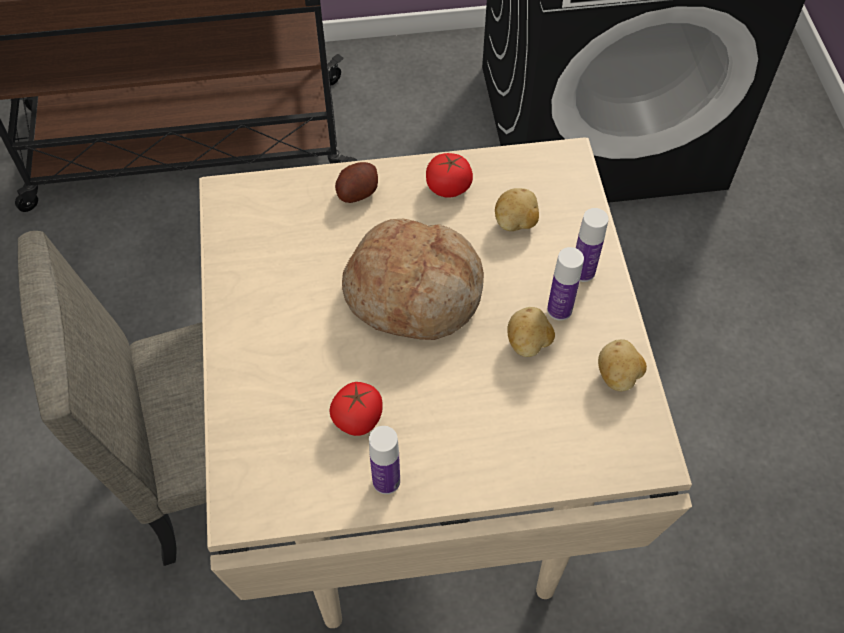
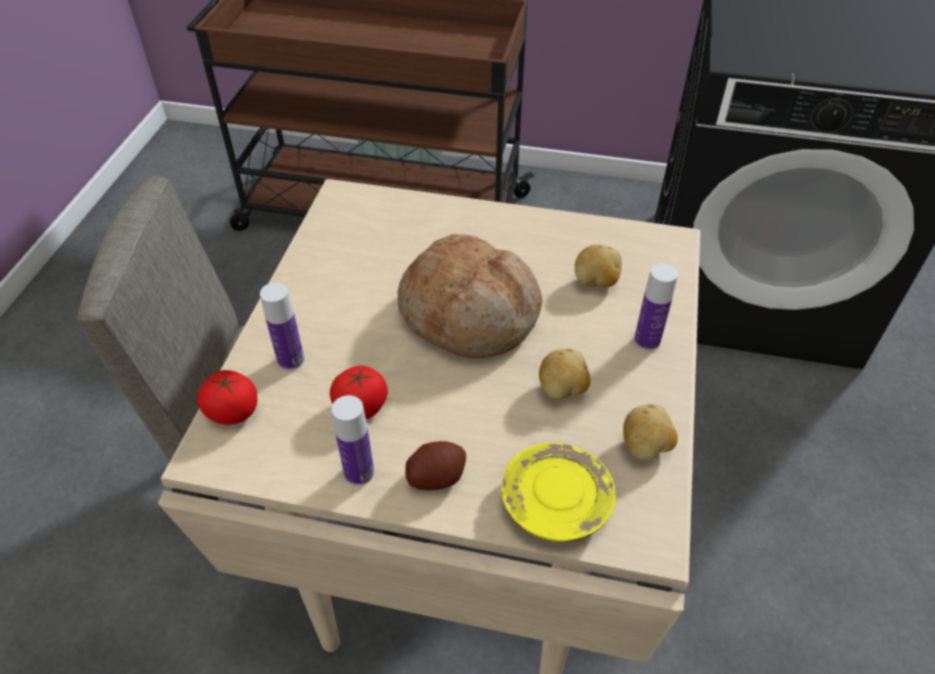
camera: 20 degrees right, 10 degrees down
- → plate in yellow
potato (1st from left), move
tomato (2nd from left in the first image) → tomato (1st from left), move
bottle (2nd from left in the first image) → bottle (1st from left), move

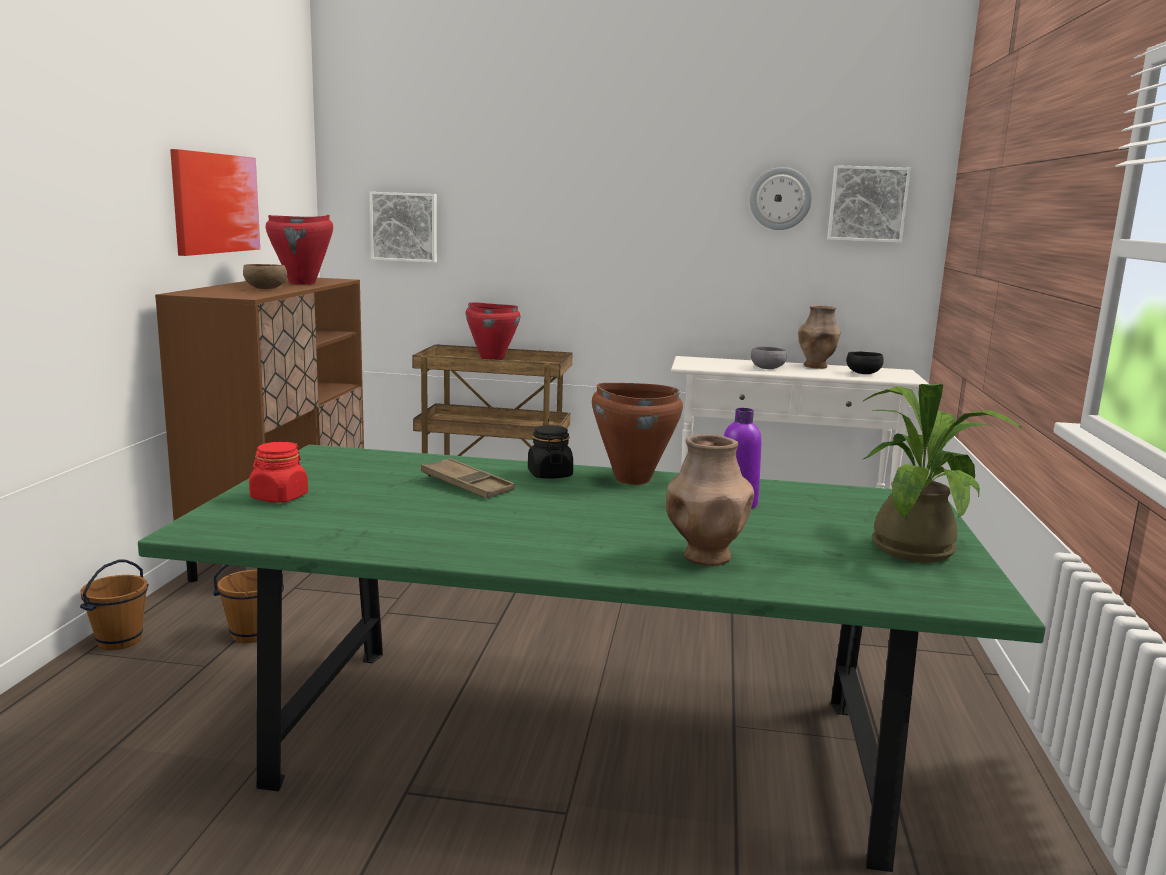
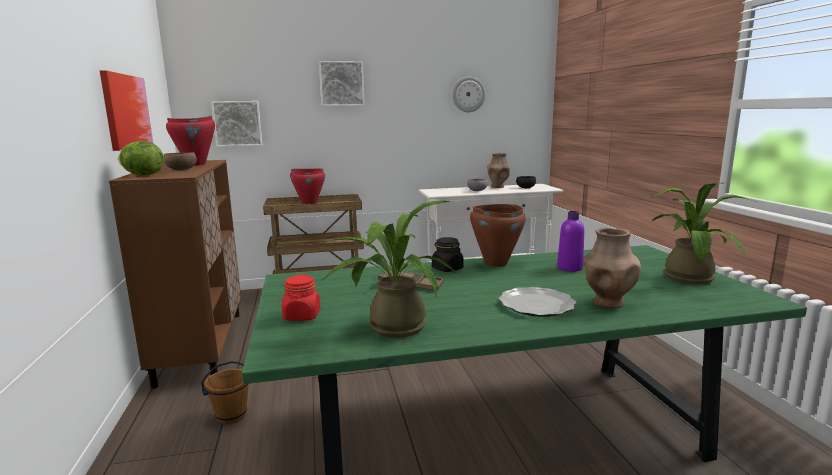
camera: 20 degrees left, 0 degrees up
bucket in brown (1st from left) → -
- → lettuce
- → potted plant (1st from left)
- → plate
picture (3rd from left), move

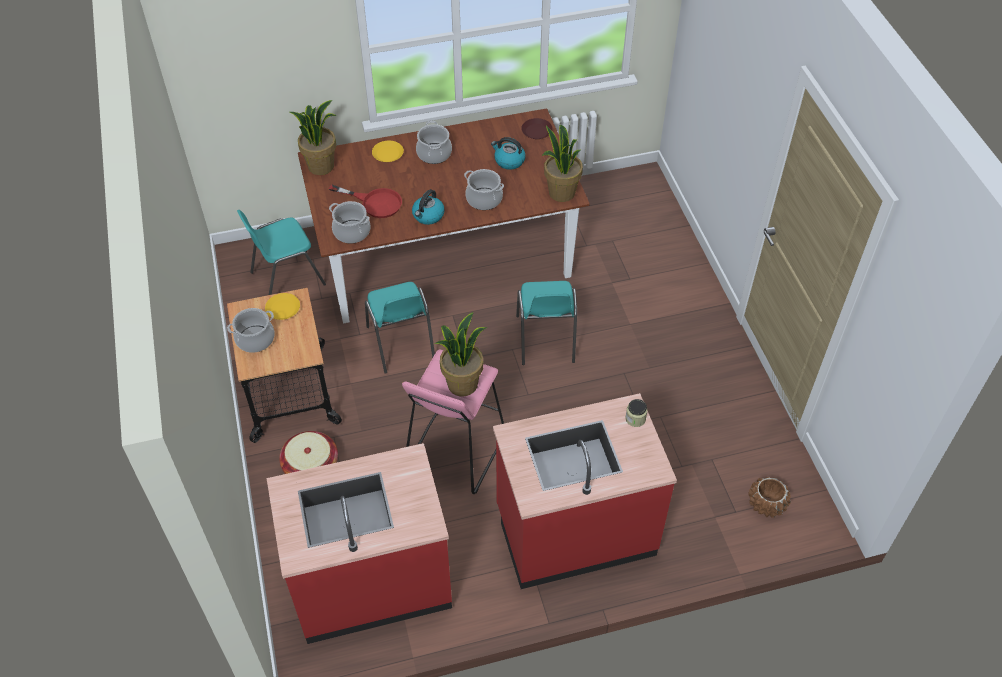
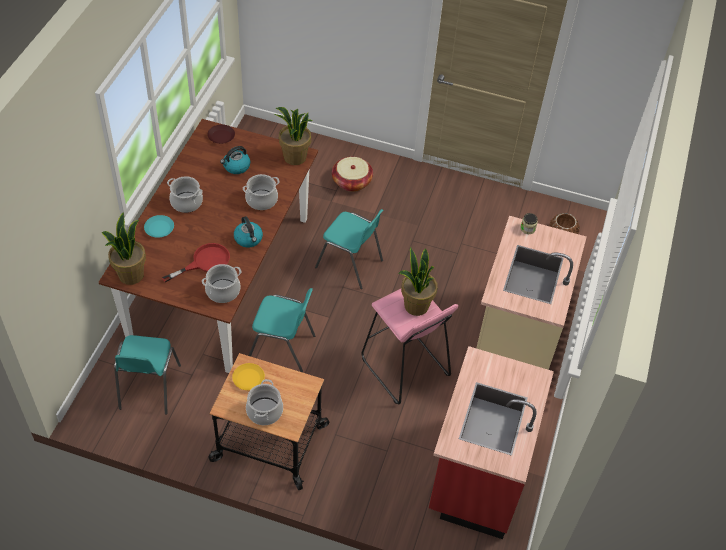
camera: 60 degrees left, 0 degrees up
basket, move
plate in yellow (2nd from left) → plate in turquoise
counter in red (2nd from left) → counter in beige

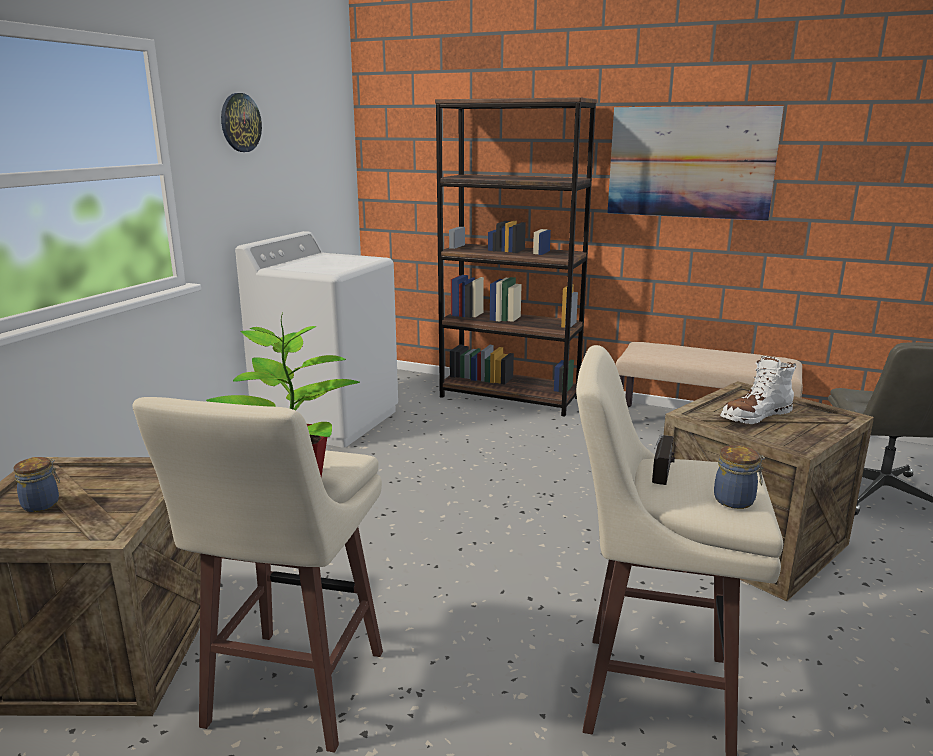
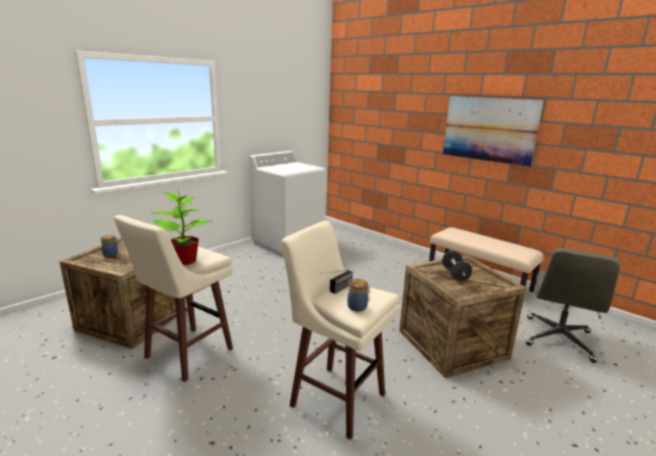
camera: 20 degrees right, 0 degrees up
wall clock → -
bookcase in brown → -
boot in white → dumbbell in black

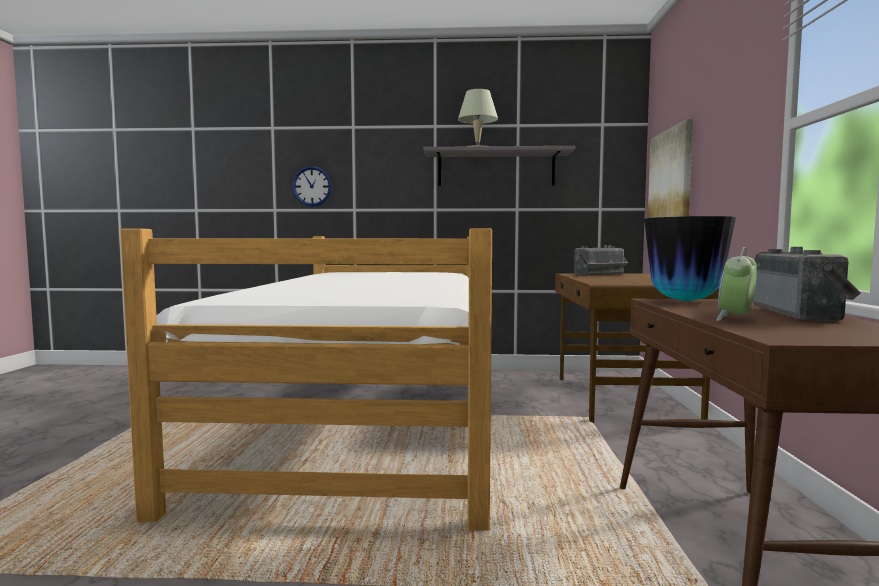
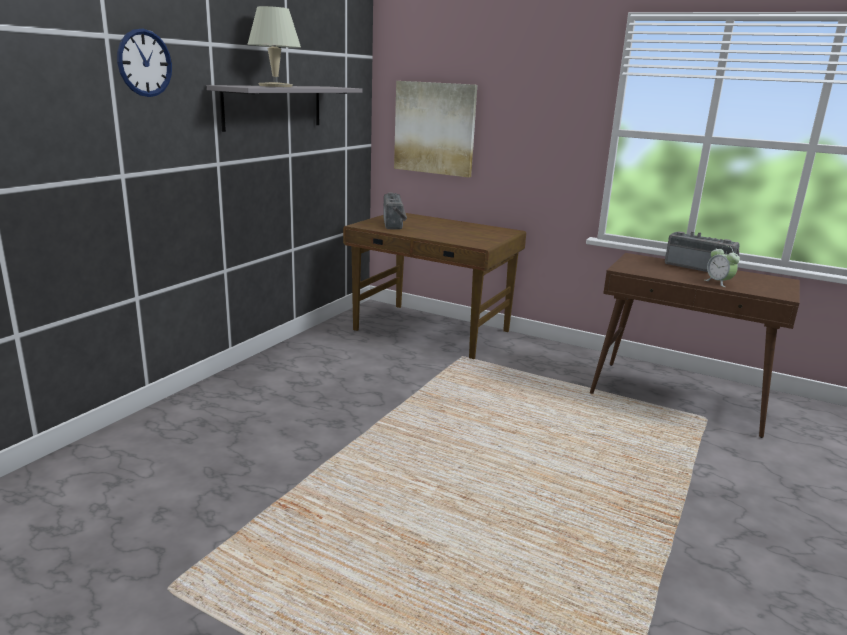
camera: 65 degrees left, 15 degrees up
bed → -
vase → -
wall clock, move

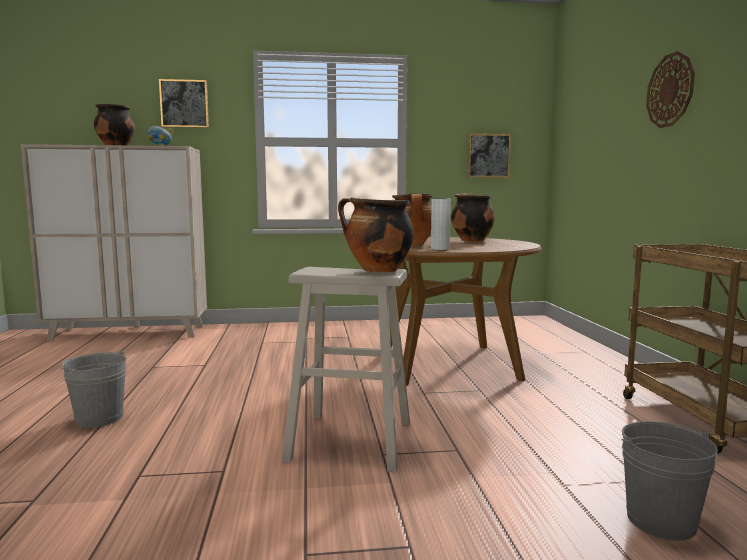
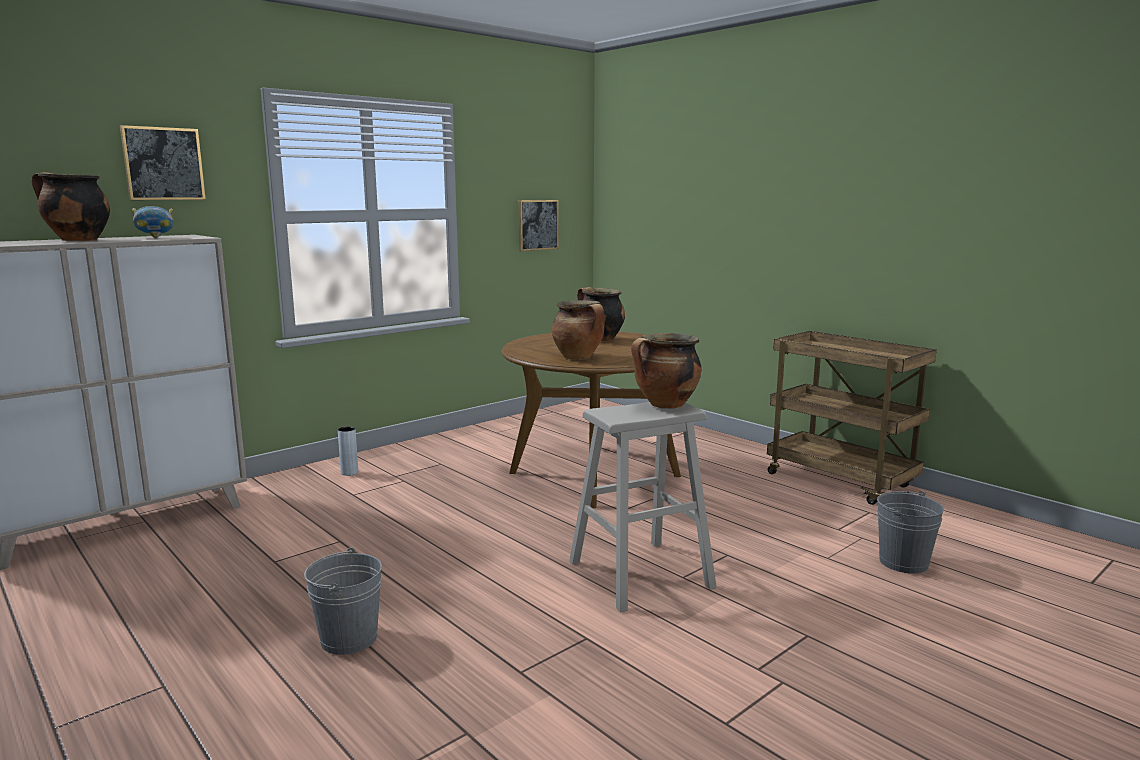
camera: 35 degrees left, 5 degrees up
wall clock → -
vase in grey, move

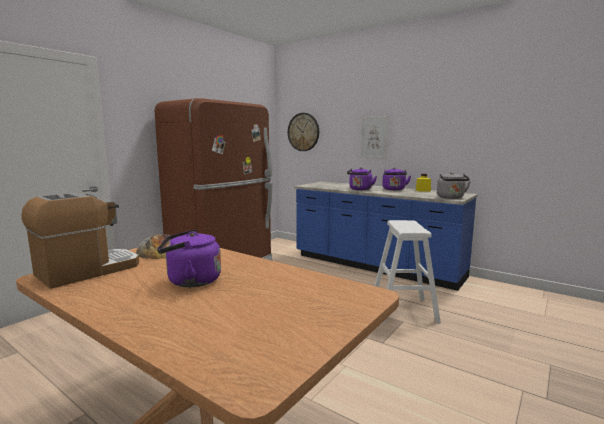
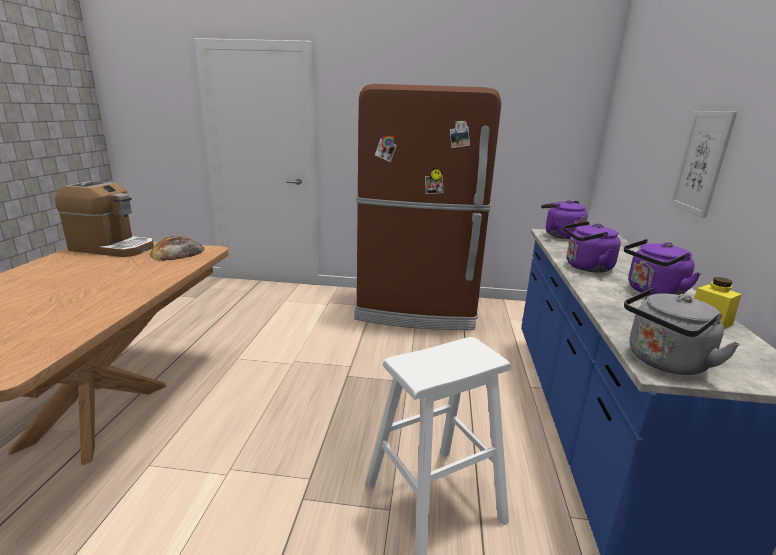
camera: 60 degrees right, 10 degrees up
wall clock → -
kettle in purple (1st from left), move

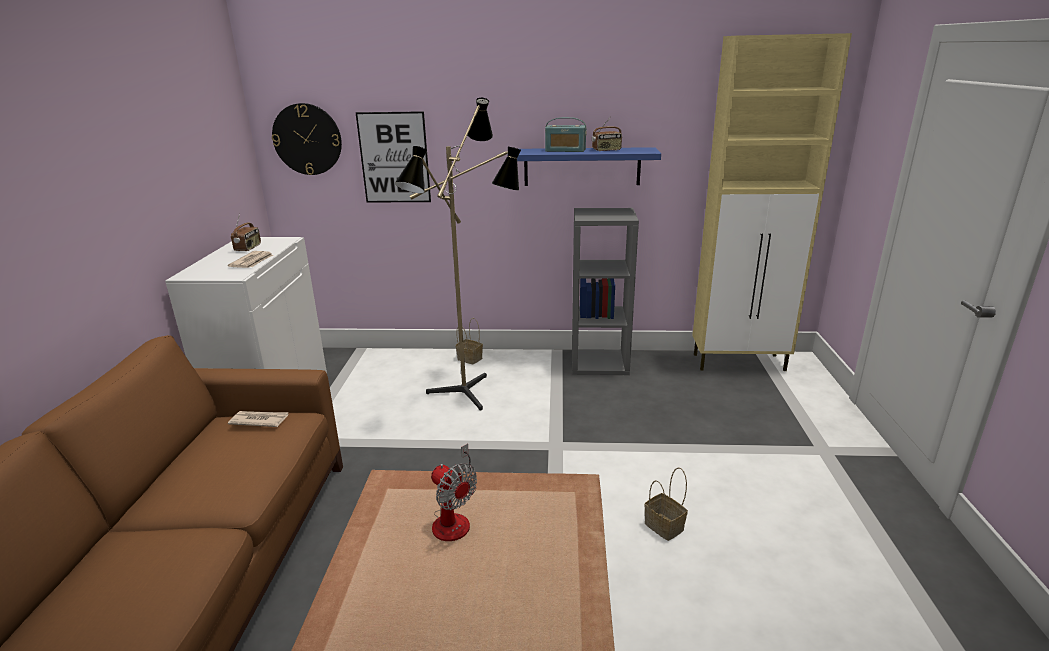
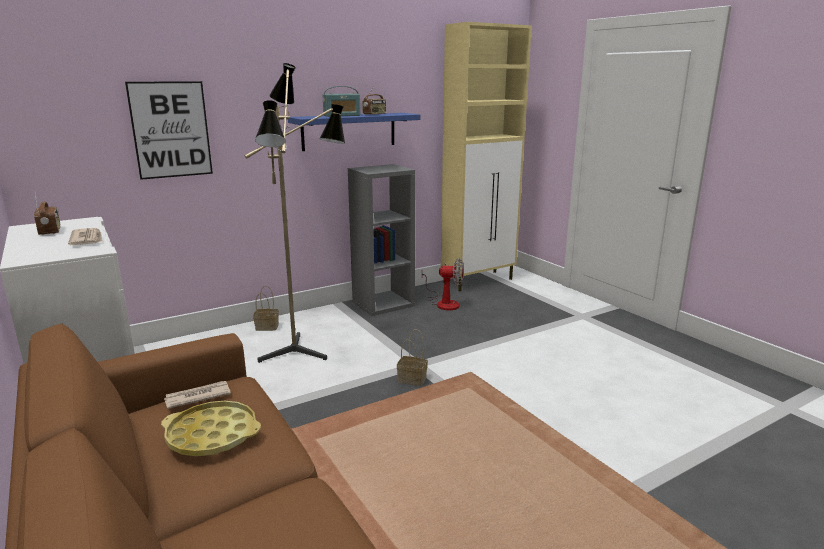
camera: 35 degrees left, 5 degrees down
wall clock → -
- → tray in yellow
fan, move
basket (2nd from left), move

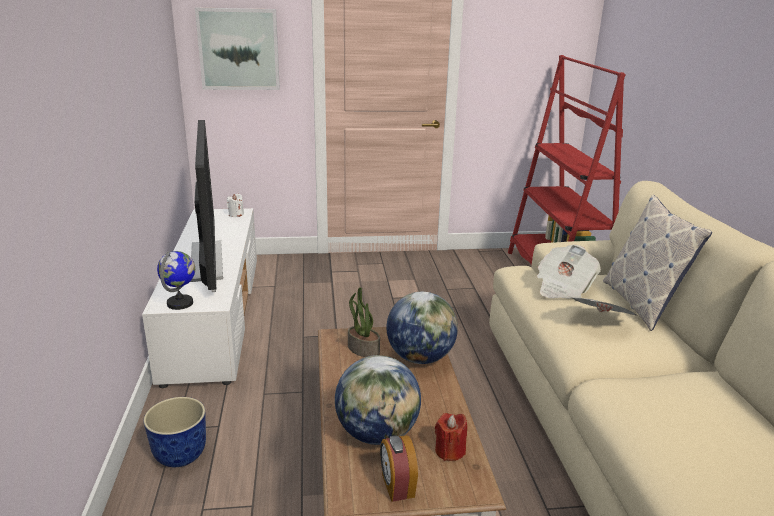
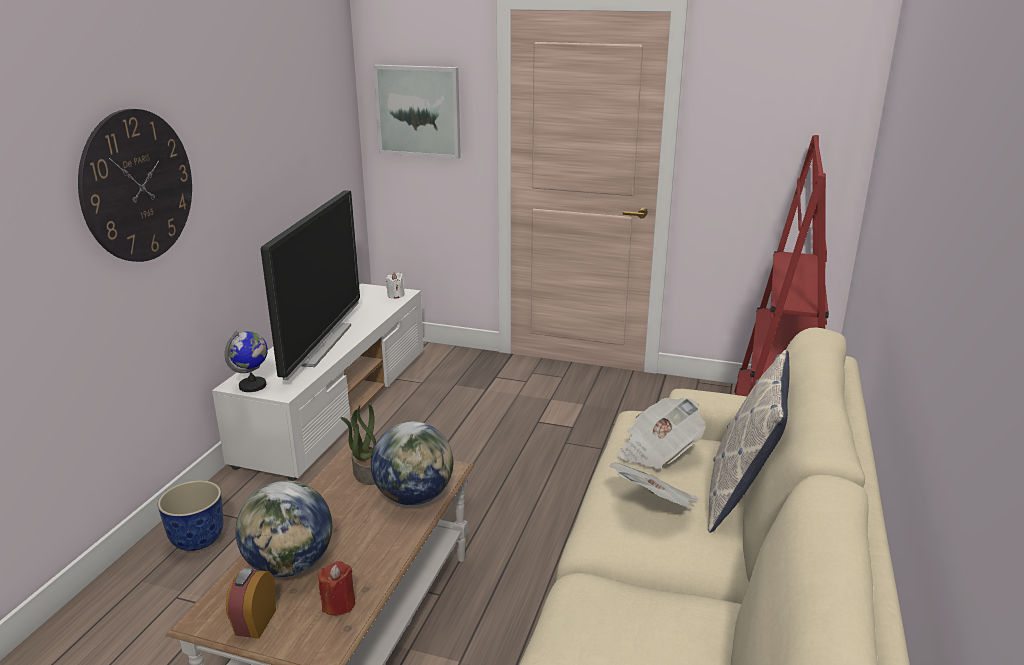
camera: 25 degrees right, 0 degrees up
- → wall clock

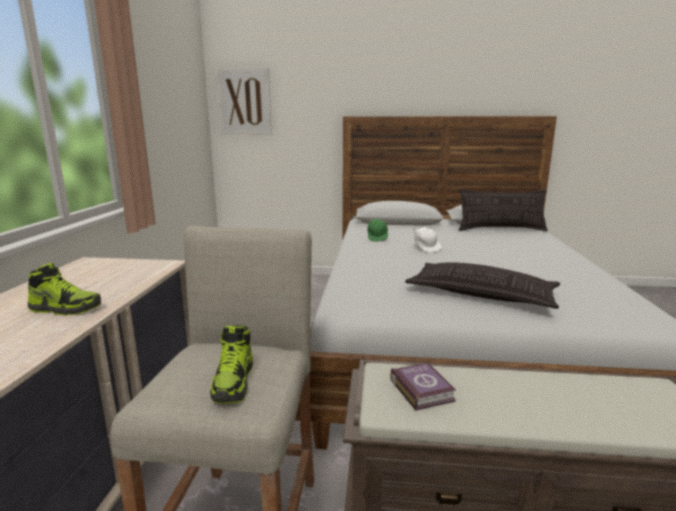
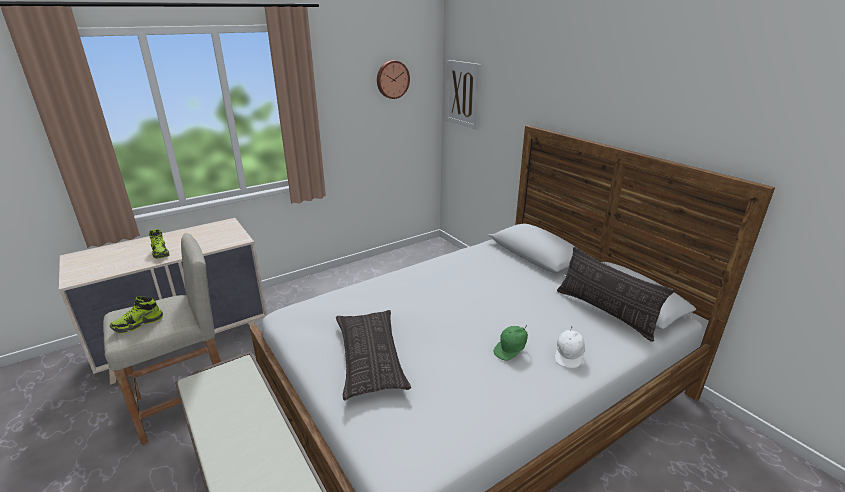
camera: 50 degrees right, 10 degrees up
book → -
- → wall clock
cap in green, move
cap in white, move

